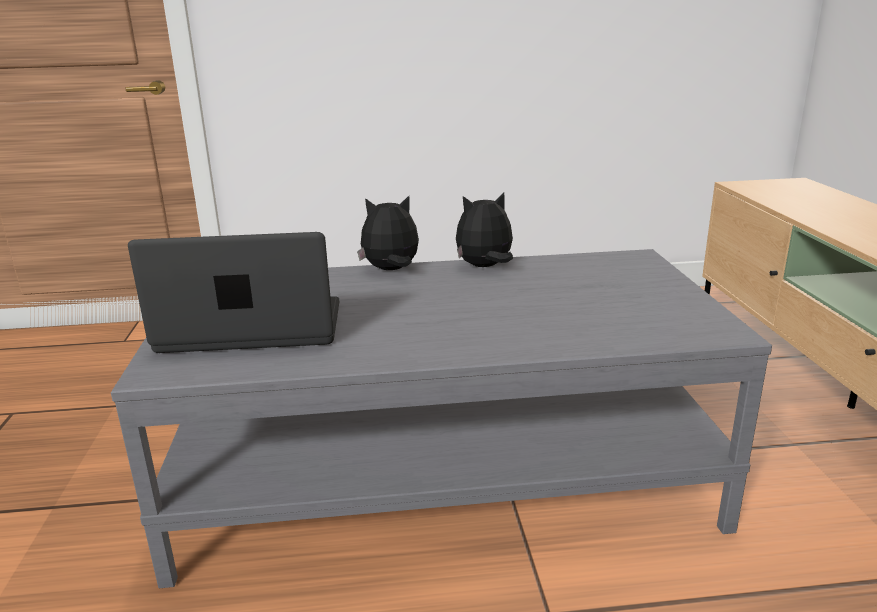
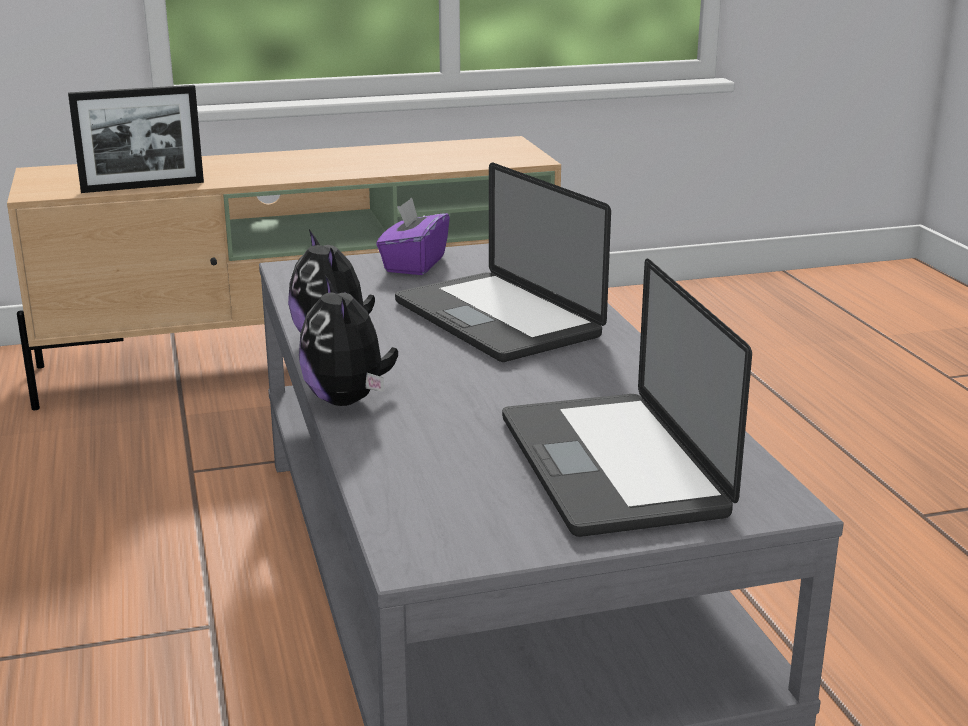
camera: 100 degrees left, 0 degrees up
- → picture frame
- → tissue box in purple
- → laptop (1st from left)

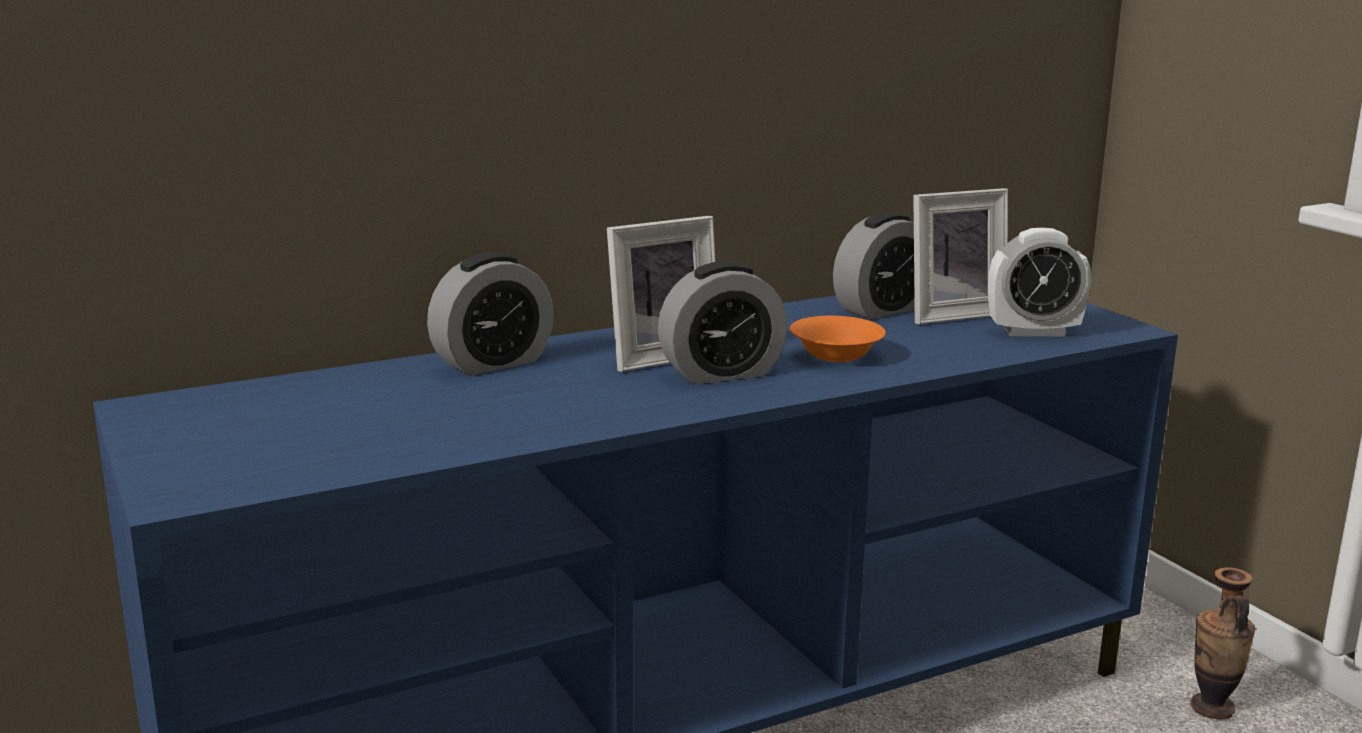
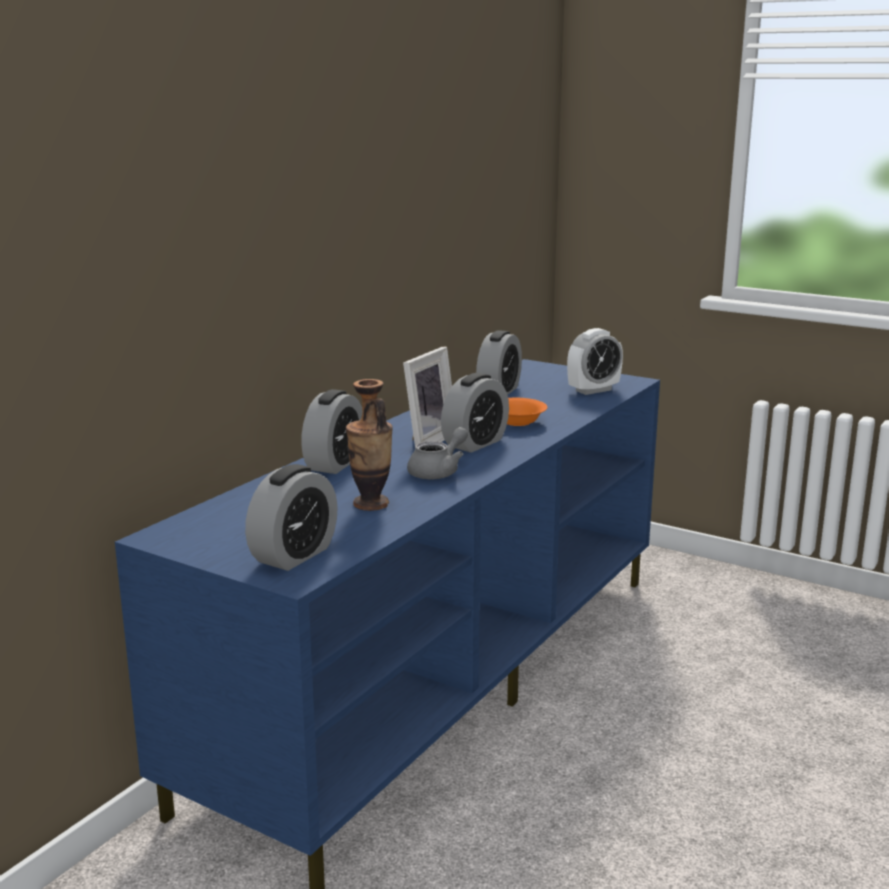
camera: 30 degrees left, 0 degrees up
picture frame (2nd from left) → -
- → alarm clock (1st from left)
- → teapot in grey
vase, move

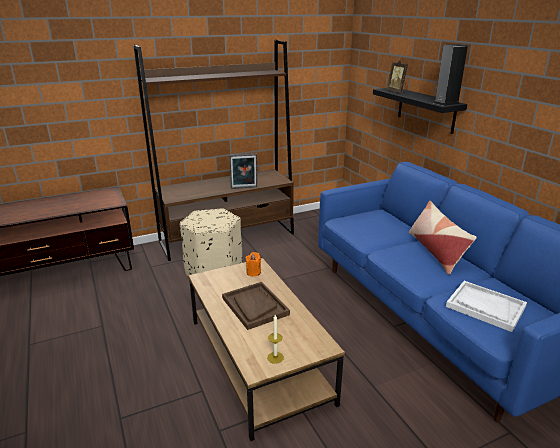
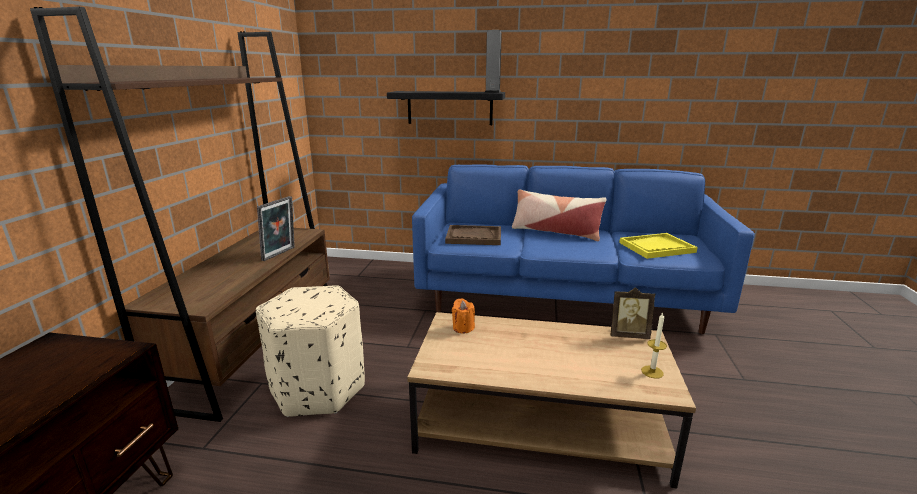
camera: 55 degrees left, 5 degrees down
tray in brown, move
picture frame (2nd from left), move
tray in white → tray in yellow

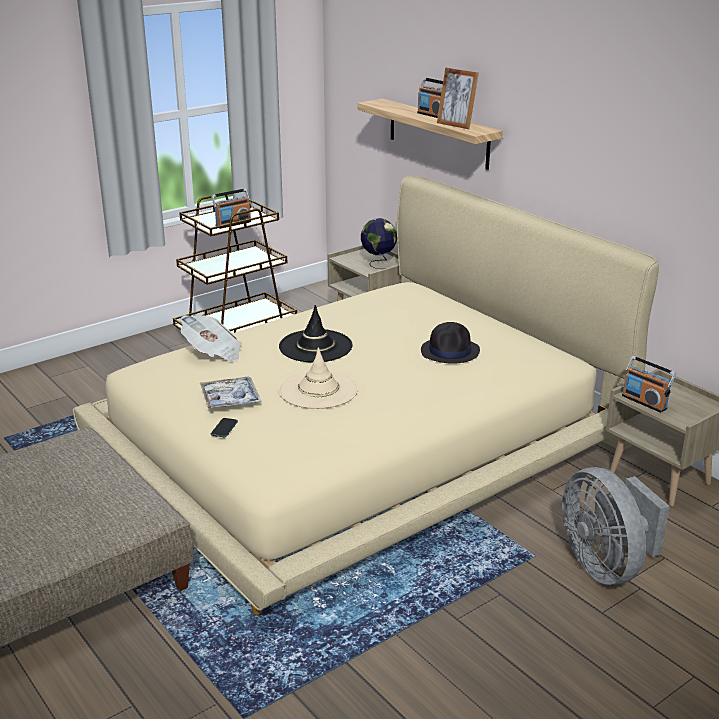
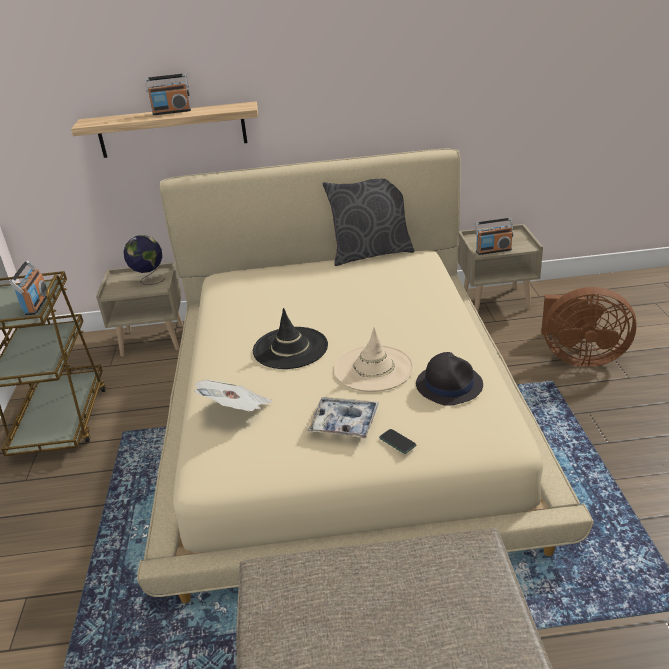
camera: 55 degrees left, 5 degrees up
picture frame → -
- → pillow in grey
hat in black (2nd from left), move
fan in grey → fan in brown

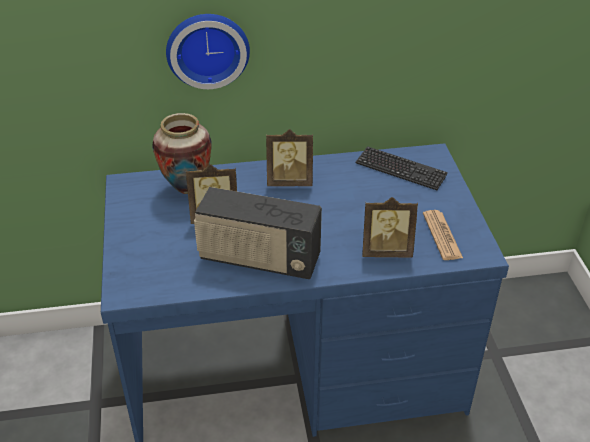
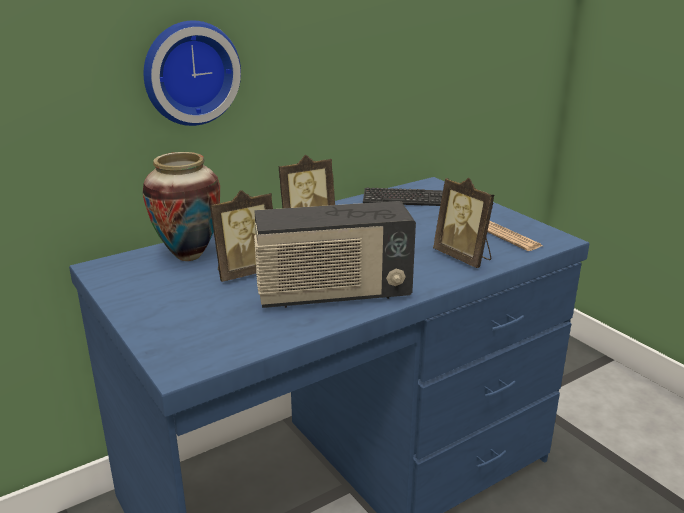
camera: 25 degrees left, 15 degrees down
picture frame (3rd from left), 75 degrees clockwise

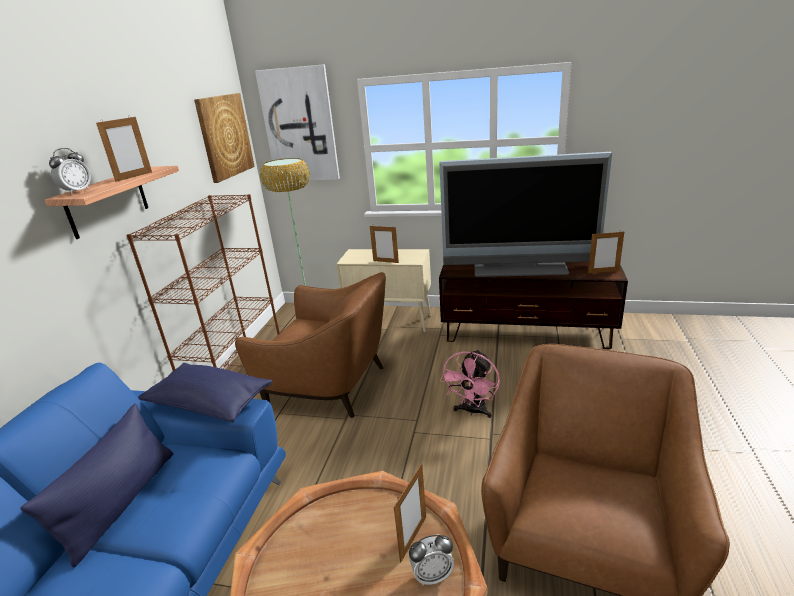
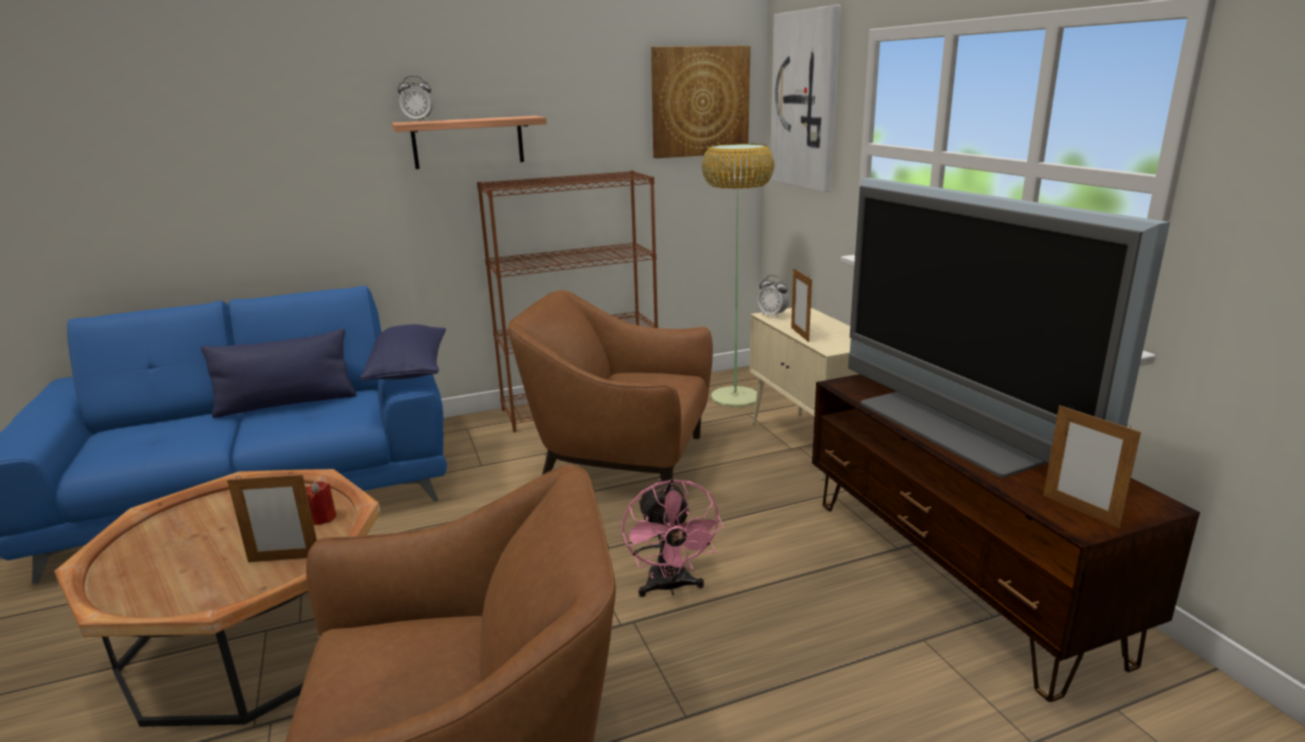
camera: 55 degrees right, 5 degrees down
picture frame (1st from left) → -
- → candle in red
alarm clock (2nd from left), move
armchair in brown (1st from left in the first image) → armchair in brown (2nd from left), 120 degrees clockwise
fan in pink, 90 degrees counterclockwise

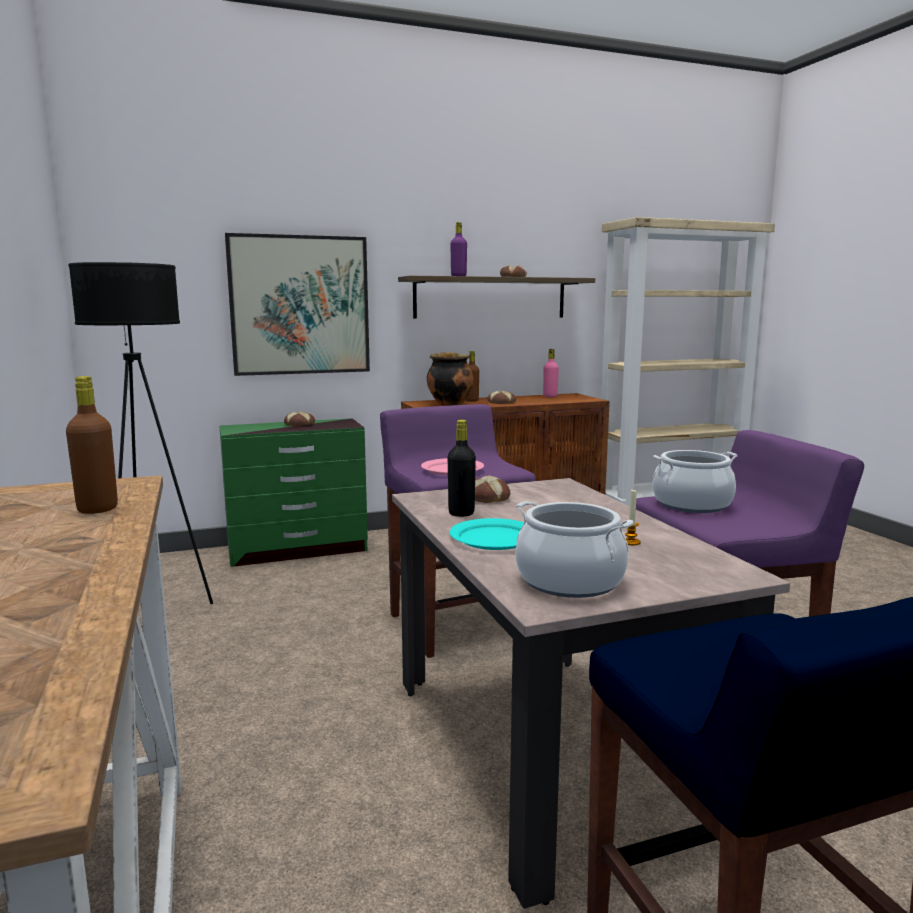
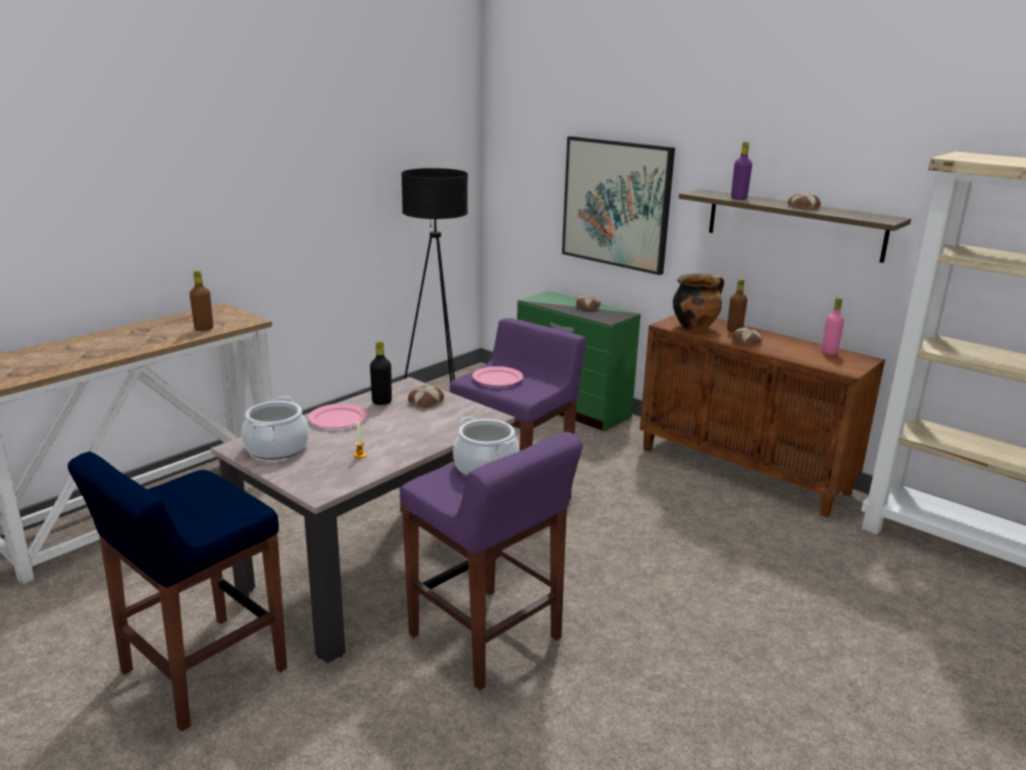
camera: 60 degrees right, 10 degrees up
plate in turquoise → plate in pink (1st from left)

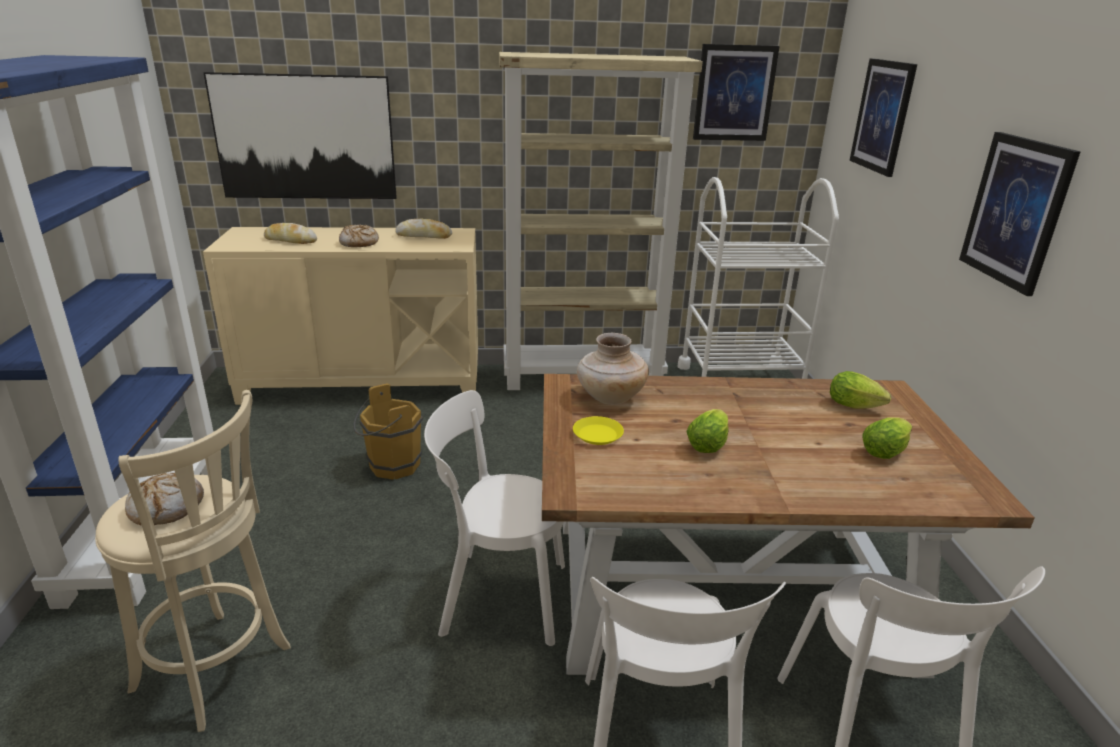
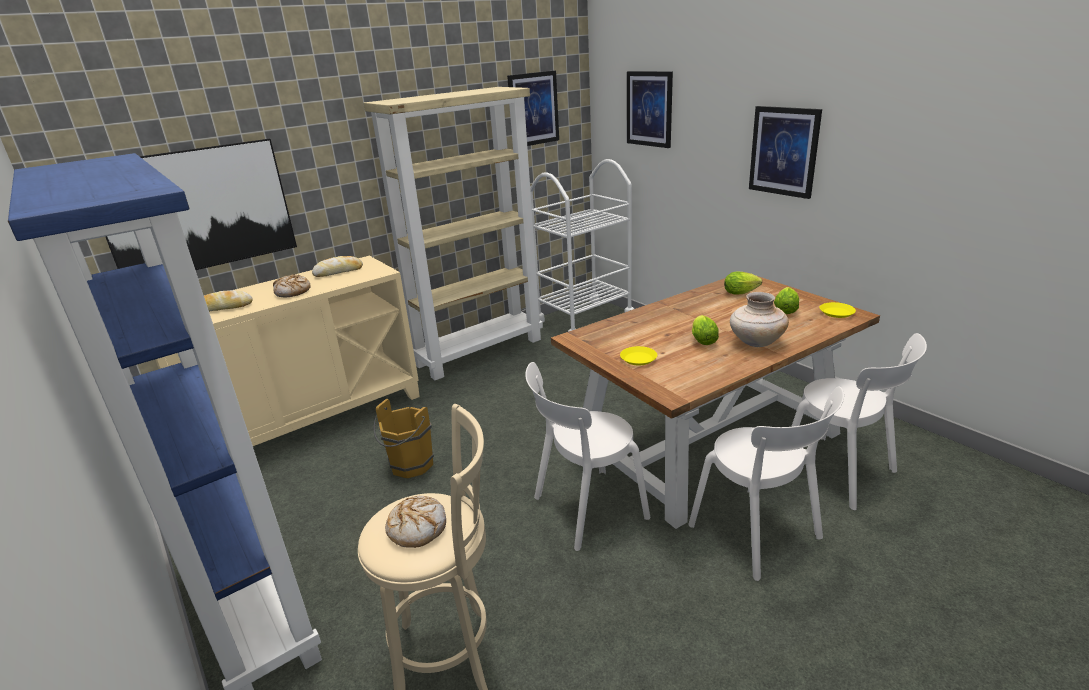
camera: 30 degrees left, 0 degrees up
- → plate in yellow (2nd from left)
vase in beige, move

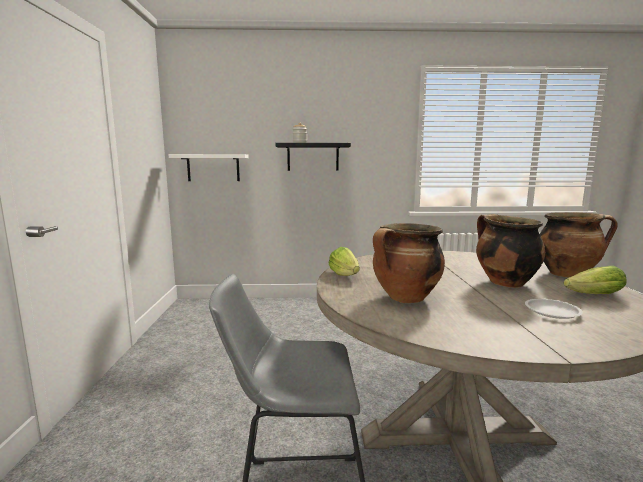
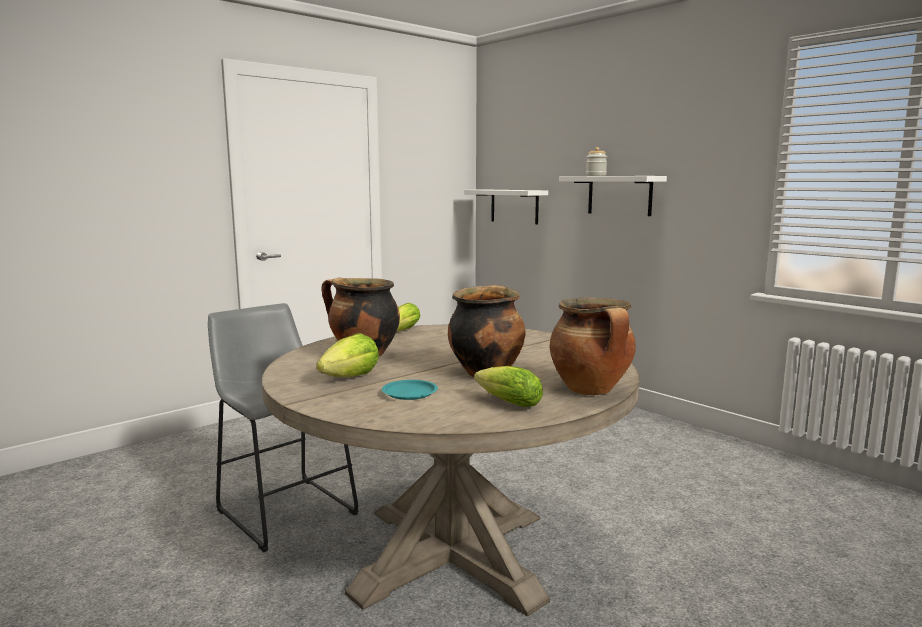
camera: 50 degrees right, 0 degrees up
- → lettuce (1st from left)
shelf in black → shelf in white (2nd from left)
plate in white → plate in turquoise

